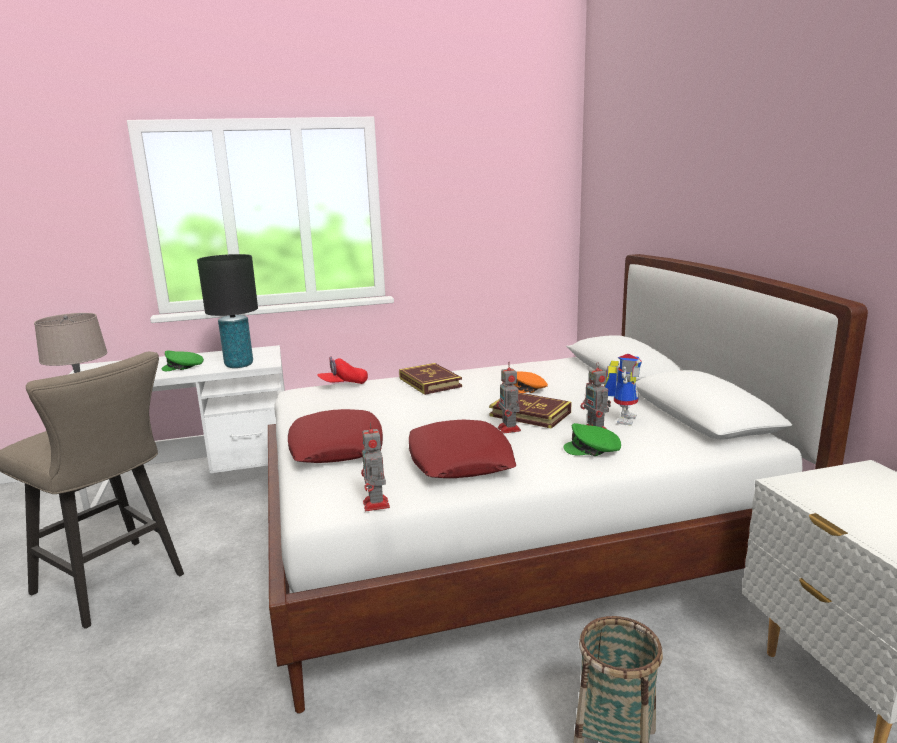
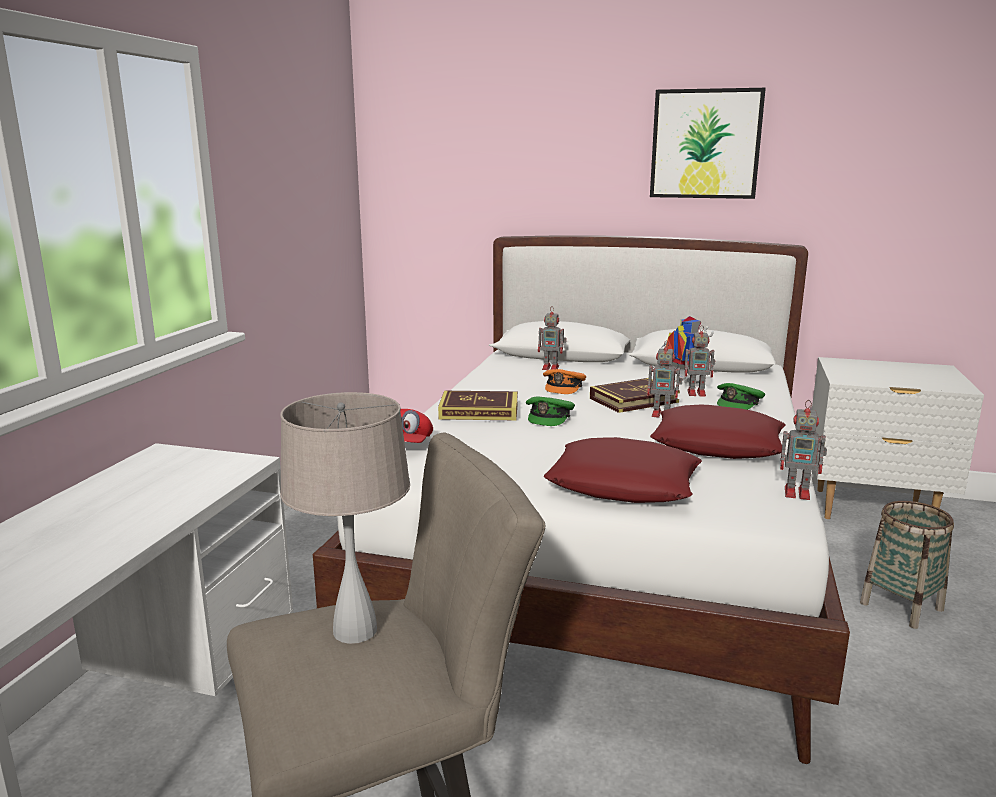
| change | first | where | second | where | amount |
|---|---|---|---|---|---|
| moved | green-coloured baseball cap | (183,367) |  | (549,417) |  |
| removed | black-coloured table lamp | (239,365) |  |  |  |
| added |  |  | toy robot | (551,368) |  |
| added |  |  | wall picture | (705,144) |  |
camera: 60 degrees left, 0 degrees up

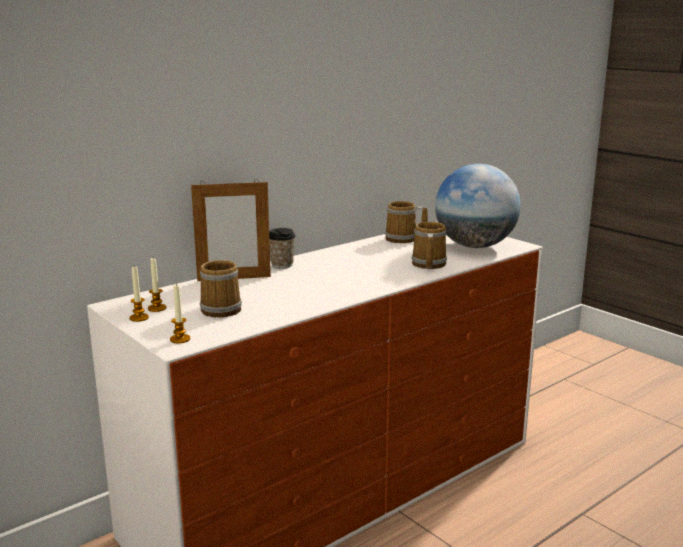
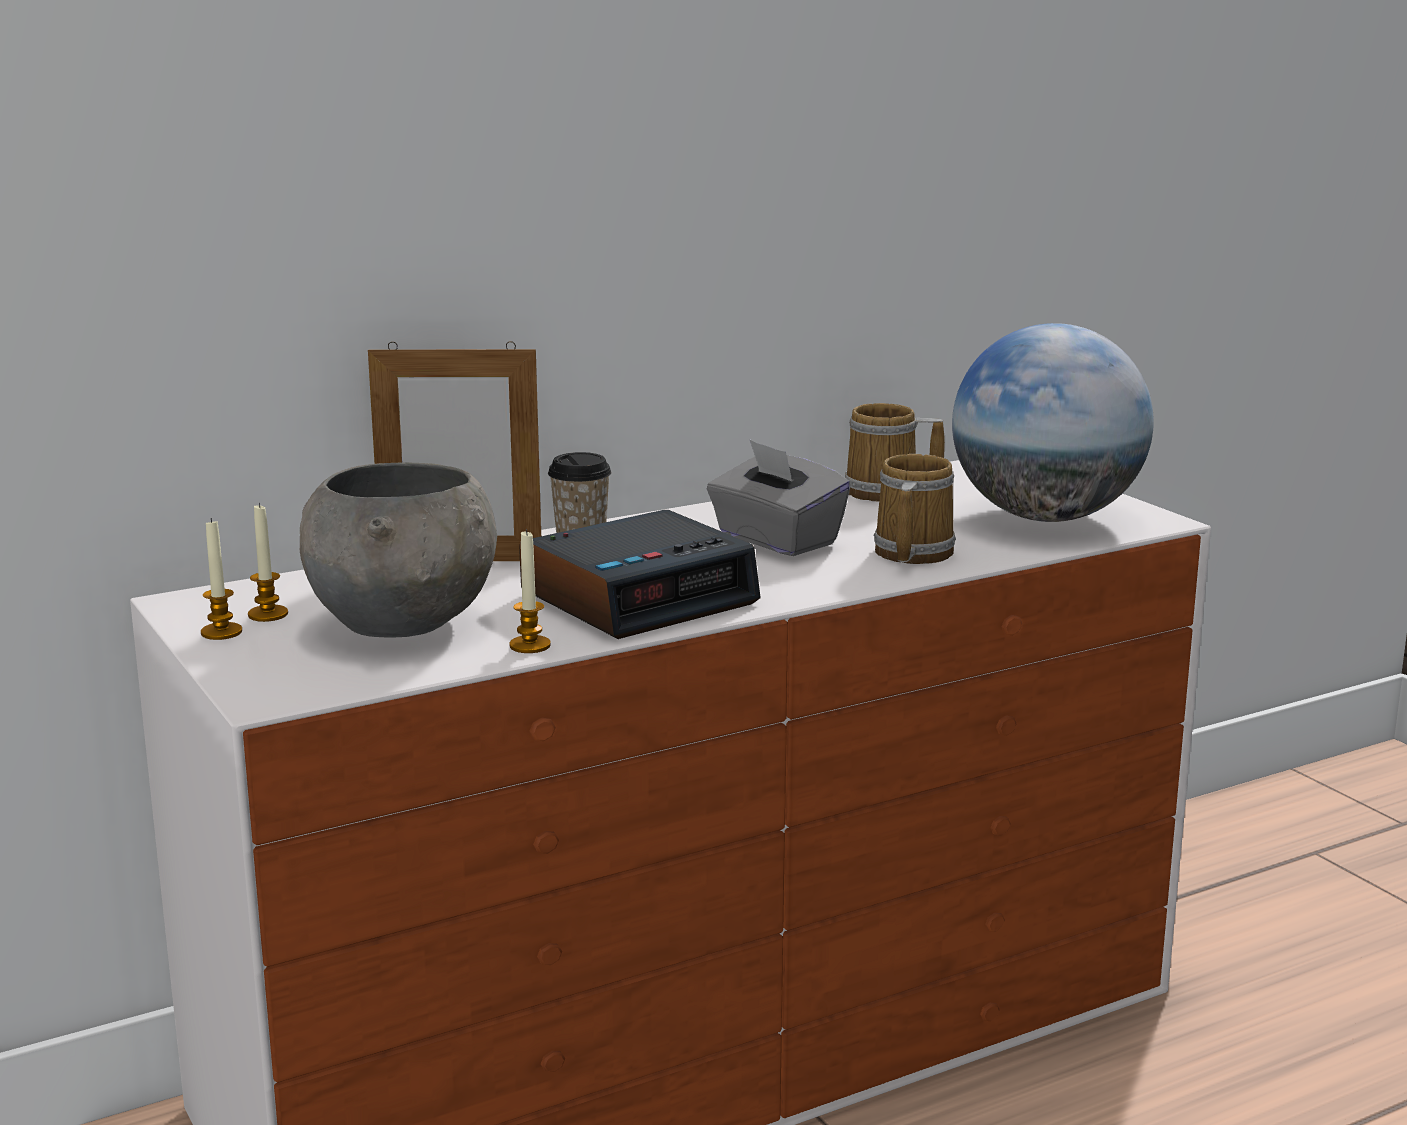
| change | first | where | second | where | amount |
|---|---|---|---|---|---|
| moved | wax light | (180,339) |  | (530,645) |  |
| replaced | mug | (223,308) | gray deep dish | (405,624) |  |
| added |  |  | table clock | (639,597) |  |
| added |  |  | gray tissue holder | (776,540) |  |
camera: 10 degrees right, 0 degrees up

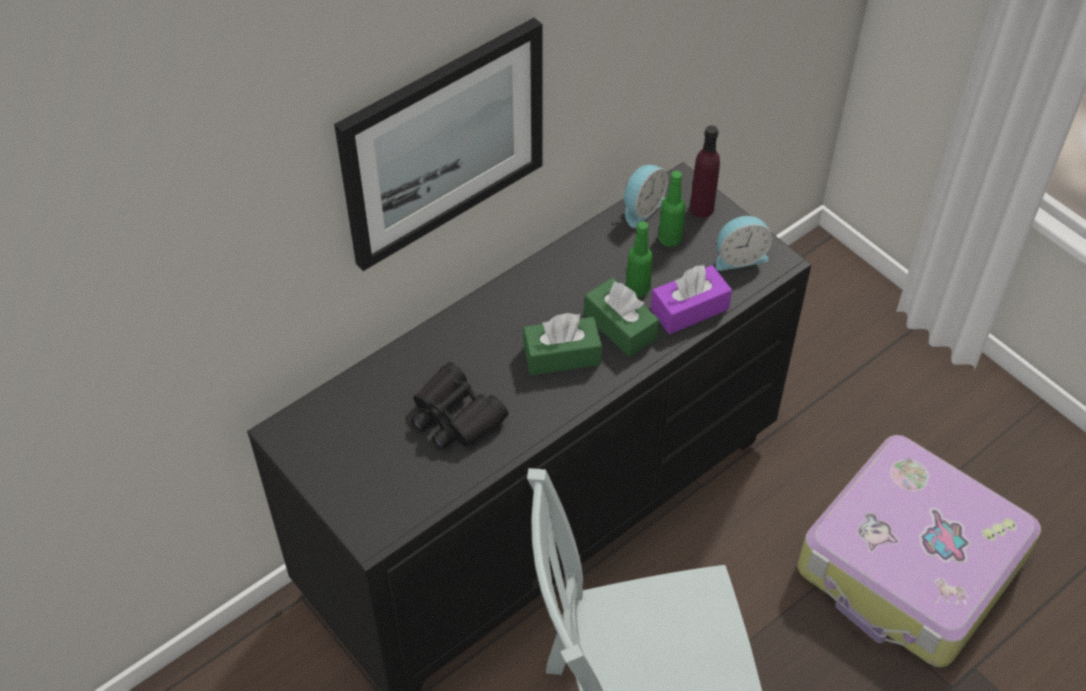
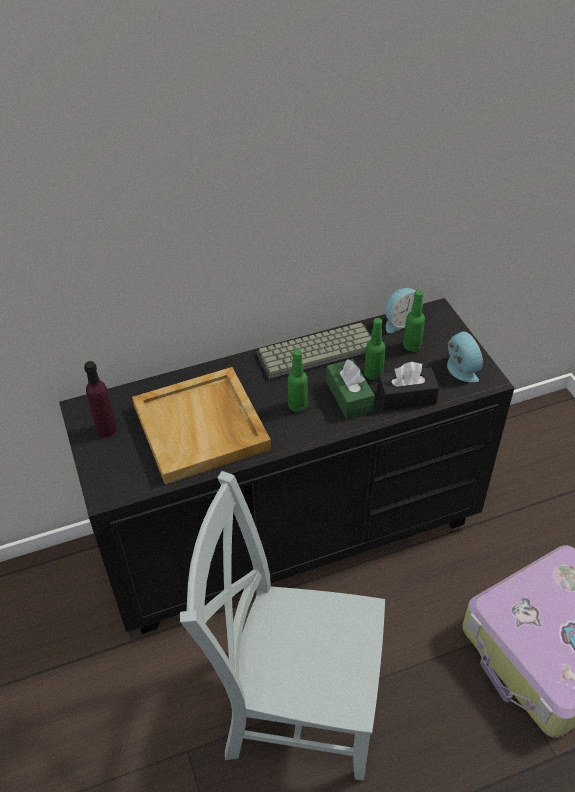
| change | first | where | second | where | amount |
|---|---|---|---|---|---|
| removed | wall picture | (443,143) |  |  |  |
| replaced | black-coloured pair of binoculars | (455,416) | sand-coloured carrying tray | (202,428) |  |
| replaced | green-coloured tissue holder | (562,355) | green-coloured bottle | (297,406) |  |
| recoloured | purple tissue holder | (689,309) | black-coloured tissue holder | (406,397) |  |
| moved | purple bottle | (701,208) |  | (106,429) |  |
| turned | table clock | (739,257) |  | (459,369) | 120 degrees counterclockwise |
| added |  |  | keyboard | (318,351) |  |
camera: 20 degrees right, 5 degrees down

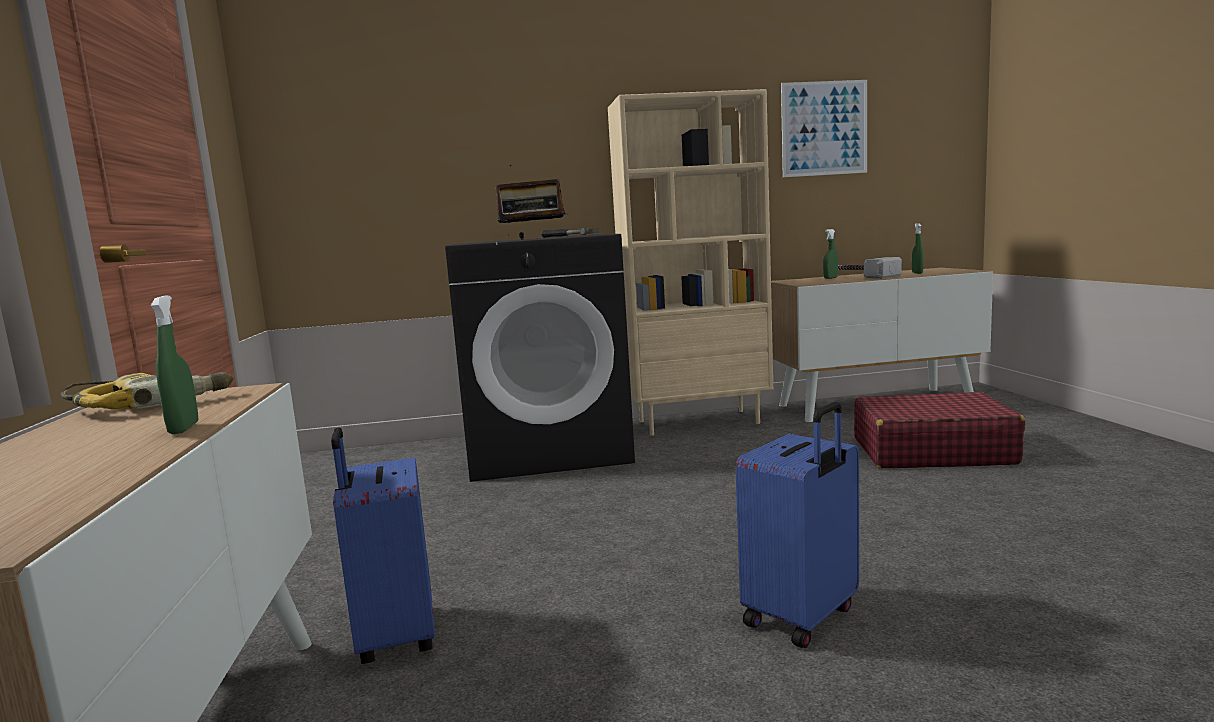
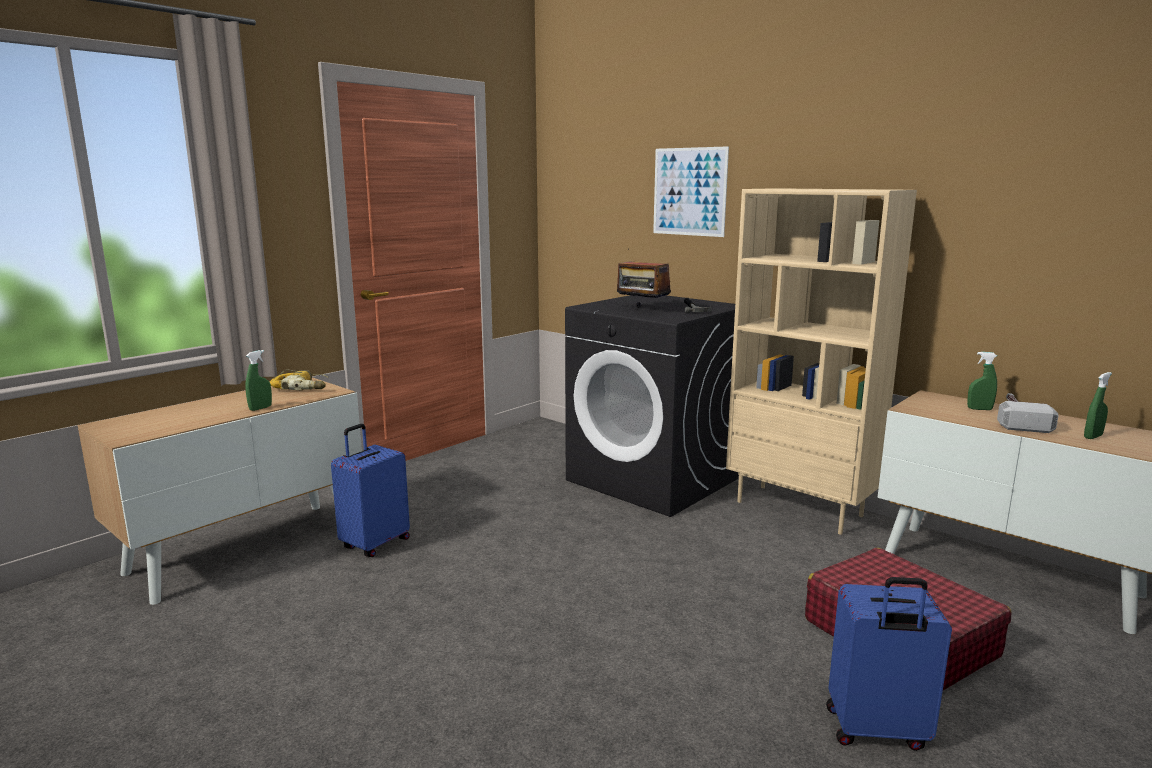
| change | first | where | second | where | amount |
|---|---|---|---|---|---|
| moved | bluish suitcase | (802,617) |  | (876,730) |  |
| moved | wall picture | (824,128) |  | (689,191) |  |
camera: 50 degrees right, 5 degrees up

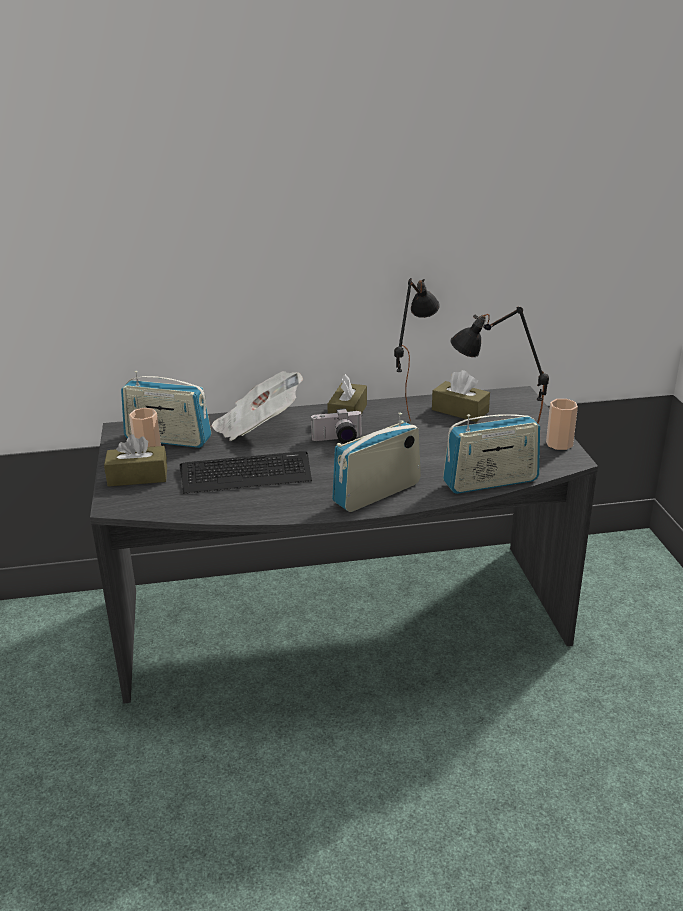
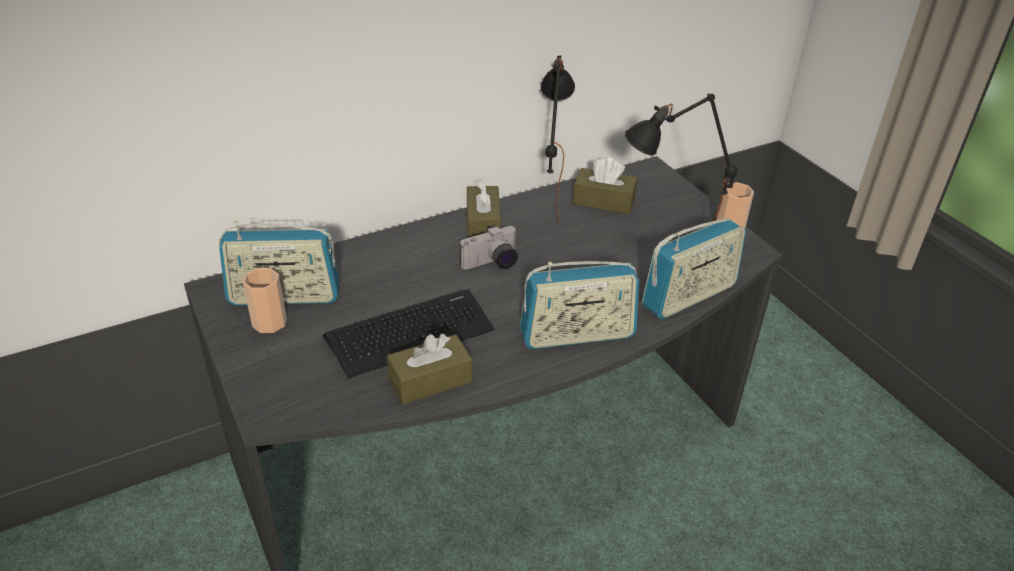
| change | first | where | second | where | amount |
|---|---|---|---|---|---|
| moved | brown-coloured tissue holder | (137,476) |  | (430,380) |  |
| removed | daily paper | (257,427) |  |  |  |
| turned | radio set | (377,493) |  | (577,335) | 135 degrees counterclockwise |
camera: 20 degrees left, 10 degrees up

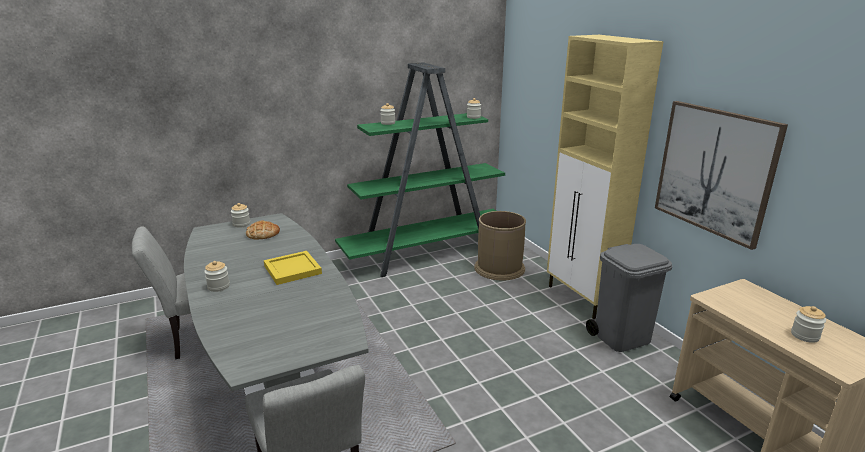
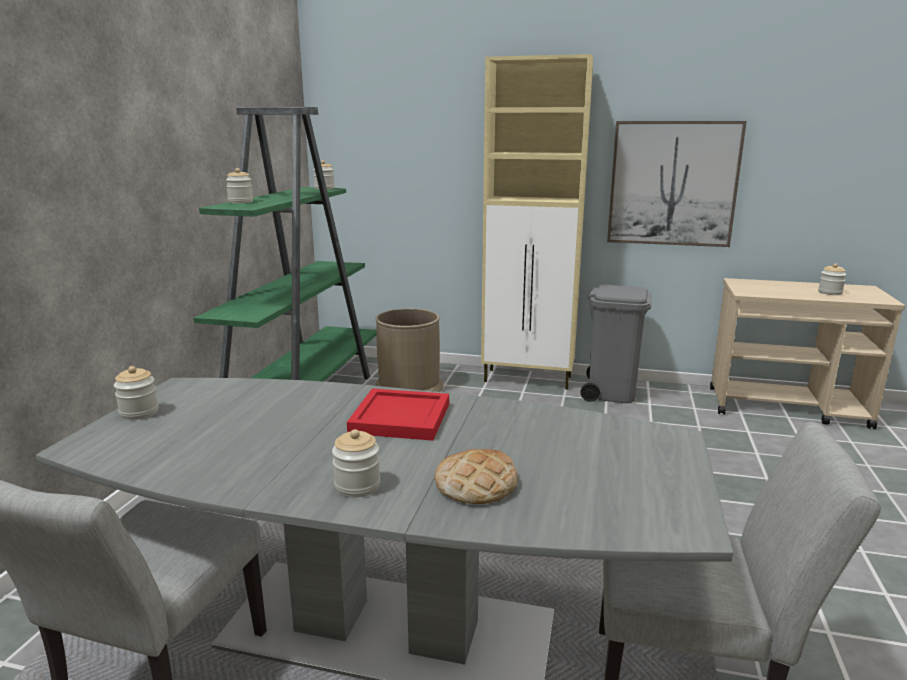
| change | first | where | second | where | amount |
|---|---|---|---|---|---|
| moved | baked bread | (263,234) |  | (476,484) |  |
| recoloured | yellow carrying tray | (291,269) | red carrying tray | (399,418) |  |
camera: 50 degrees left, 5 degrees down

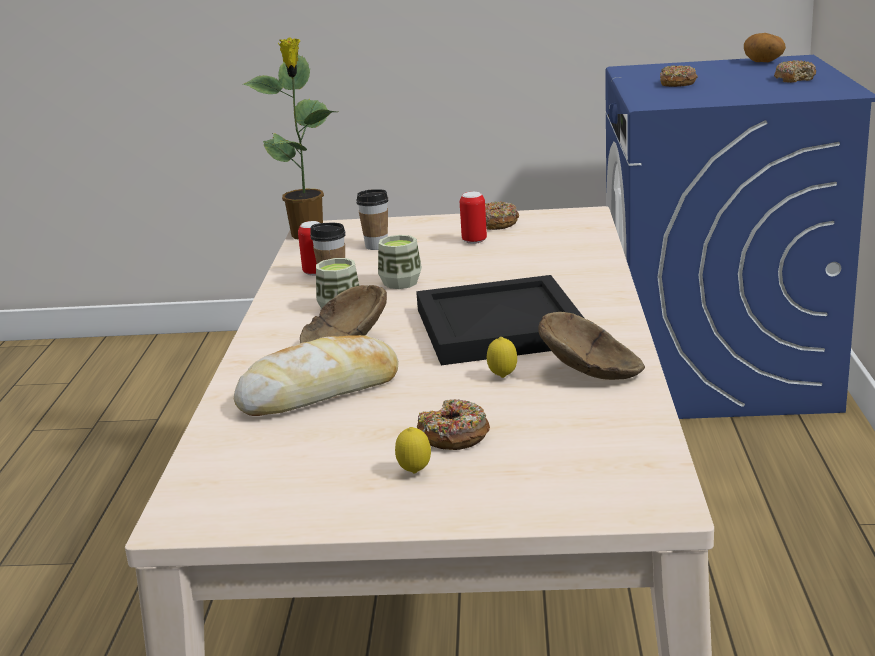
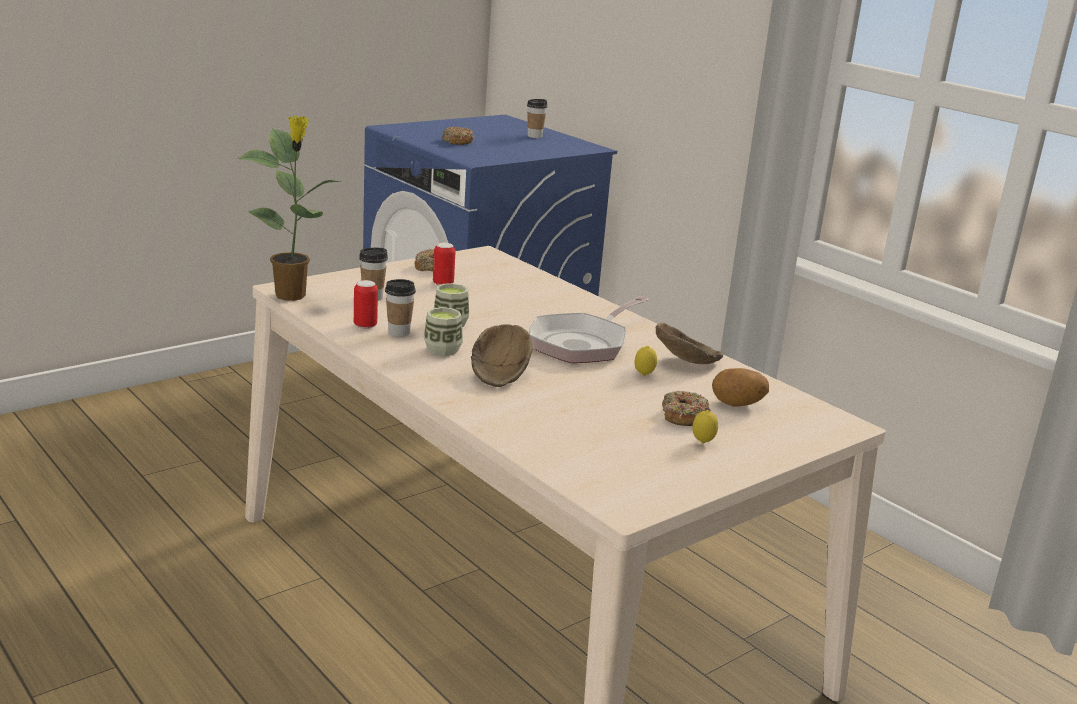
| change | first | where | second | where | amount |
|---|---|---|---|---|---|
| removed | baked bread | (320,392) |  |  |  |
| replaced | black-coloured carrying tray | (502,327) | pan | (583,343) |  |
| moved | potato | (763,62) |  | (737,405) |  |
| replaced | donut | (794,79) | cup | (534,136) |  |
camera: 45 degrees left, 0 degrees up

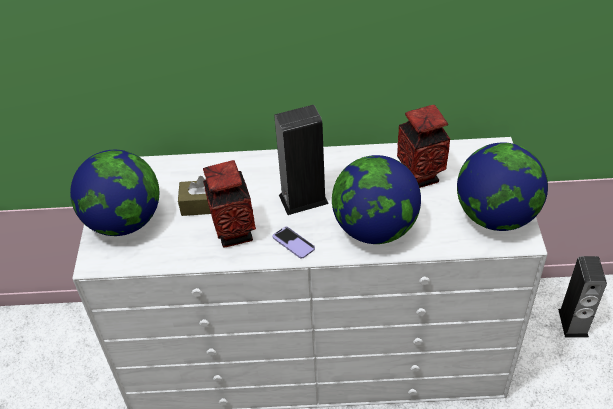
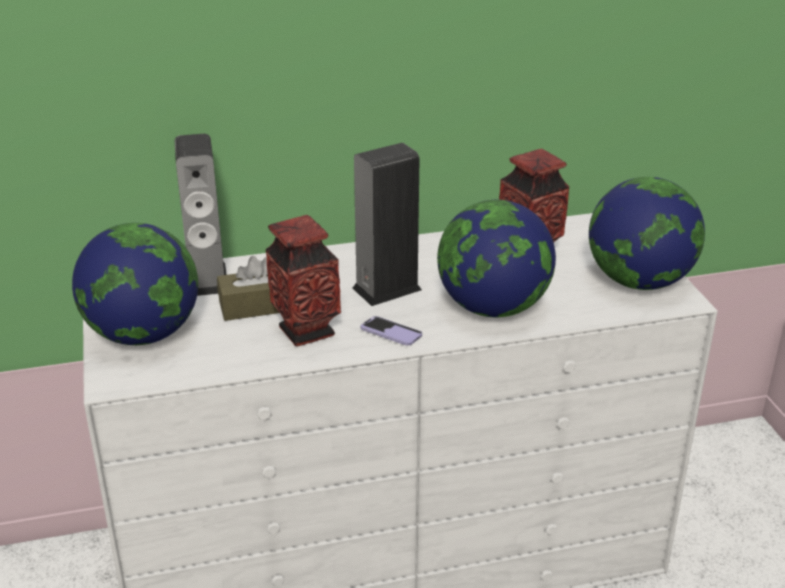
| change | first | where | second | where | amount |
|---|---|---|---|---|---|
| moved | loudspeaker | (573,322) |  | (207,279) |  |
camera: 15 degrees left, 15 degrees down

